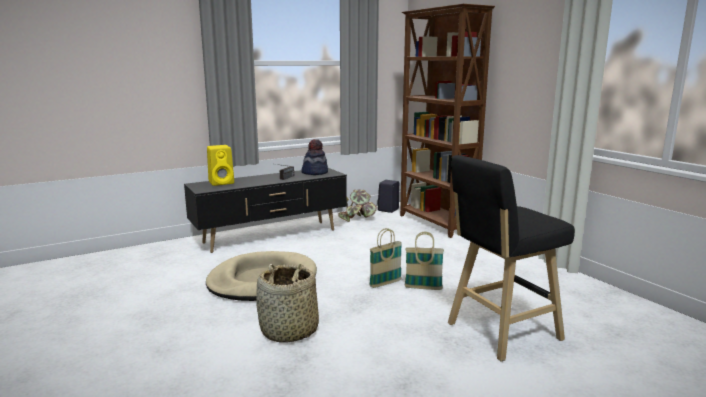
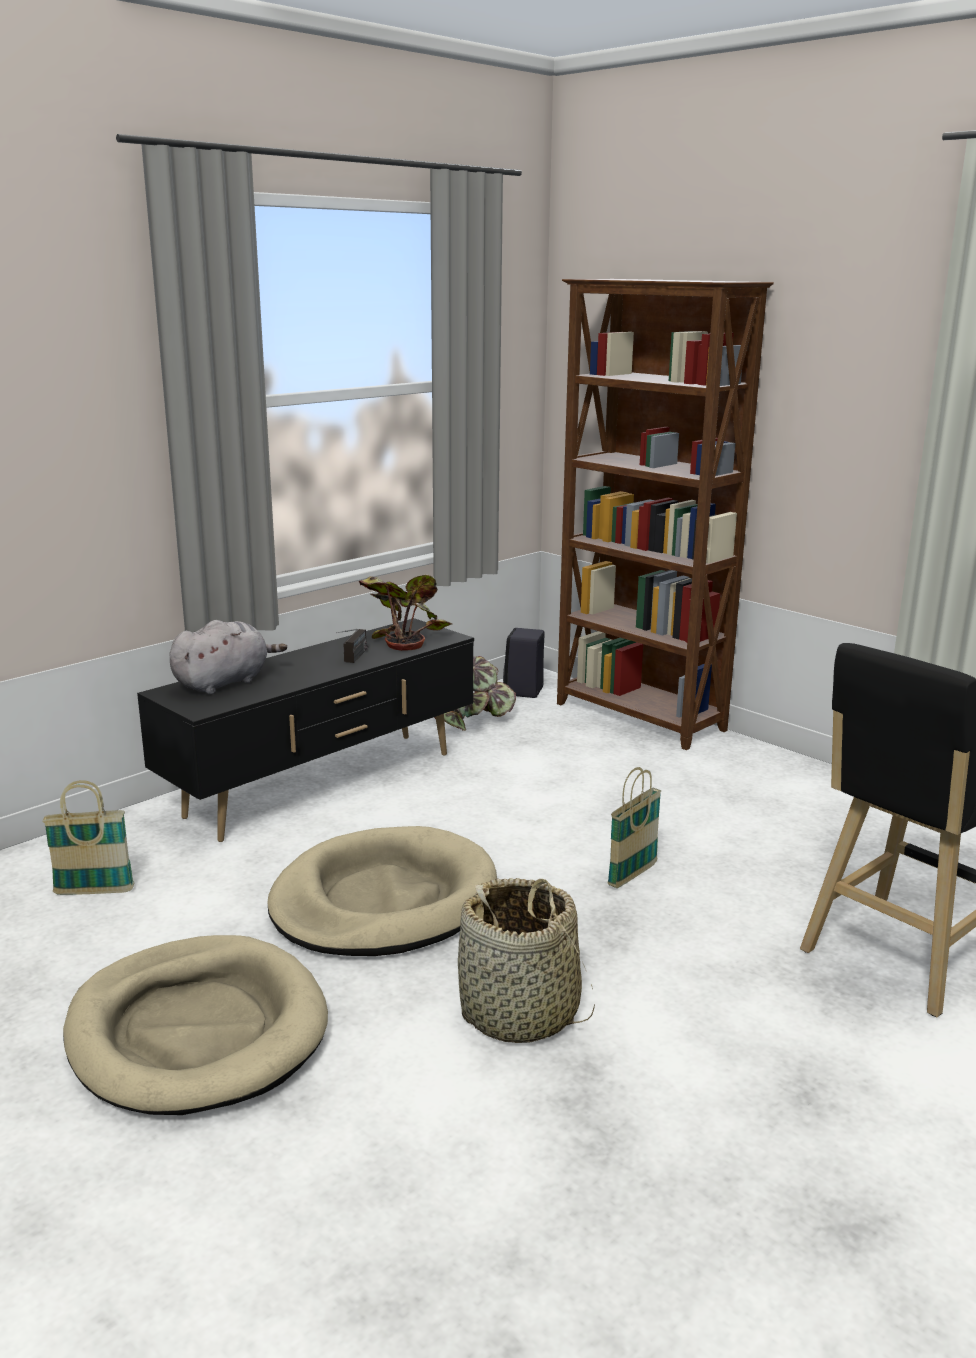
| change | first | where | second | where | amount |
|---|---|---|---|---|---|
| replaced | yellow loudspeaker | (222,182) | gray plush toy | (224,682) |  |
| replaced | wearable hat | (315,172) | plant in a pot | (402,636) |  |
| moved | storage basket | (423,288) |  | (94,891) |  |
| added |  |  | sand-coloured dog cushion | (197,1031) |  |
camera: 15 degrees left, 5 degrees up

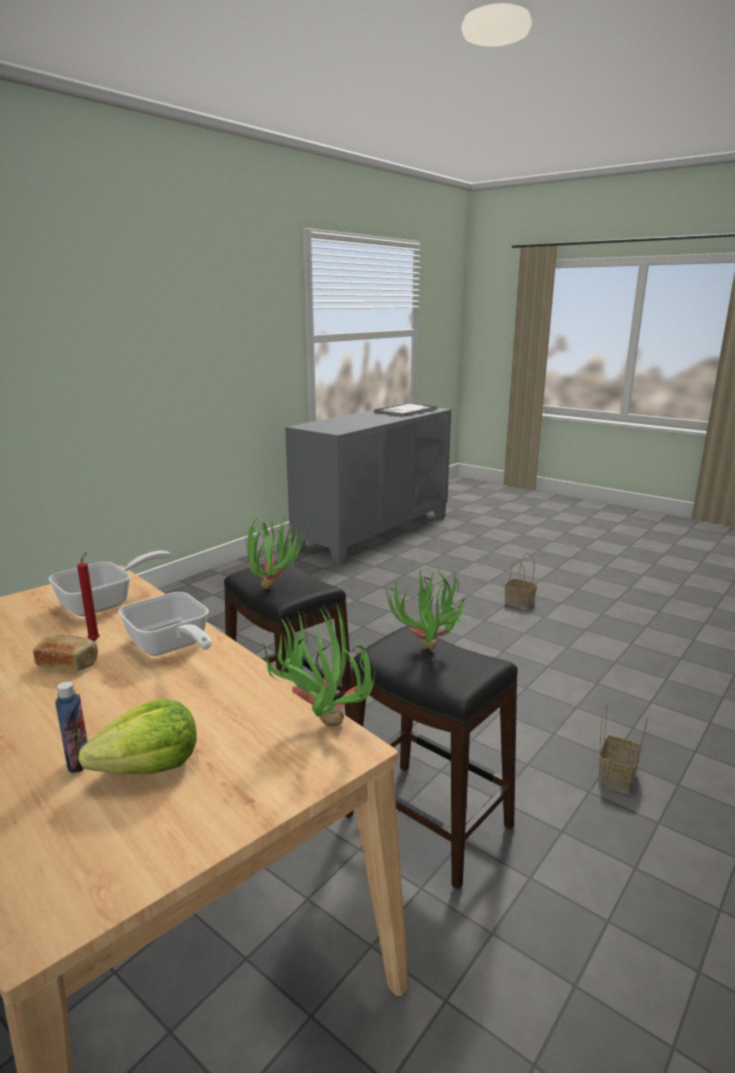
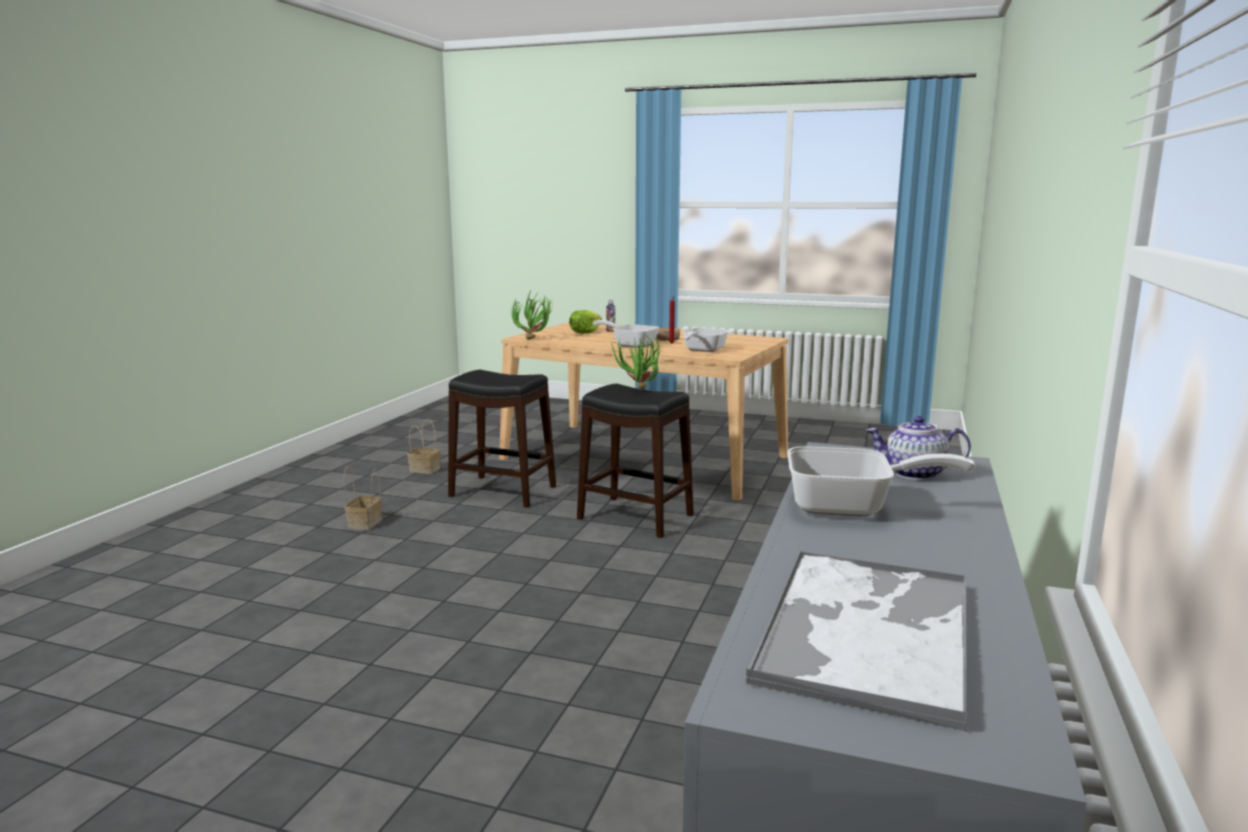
| change | first | where | second | where | amount |
|---|---|---|---|---|---|
| removed | plant in a pot | (428,653) |  |  |  |
| moved | storage basket | (520,602) |  | (423,470) |  |
| added |  |  | pan | (852,507) |  |
| added |  |  | tea pot | (914,474) |  |
camera: 160 degrees right, 5 degrees down

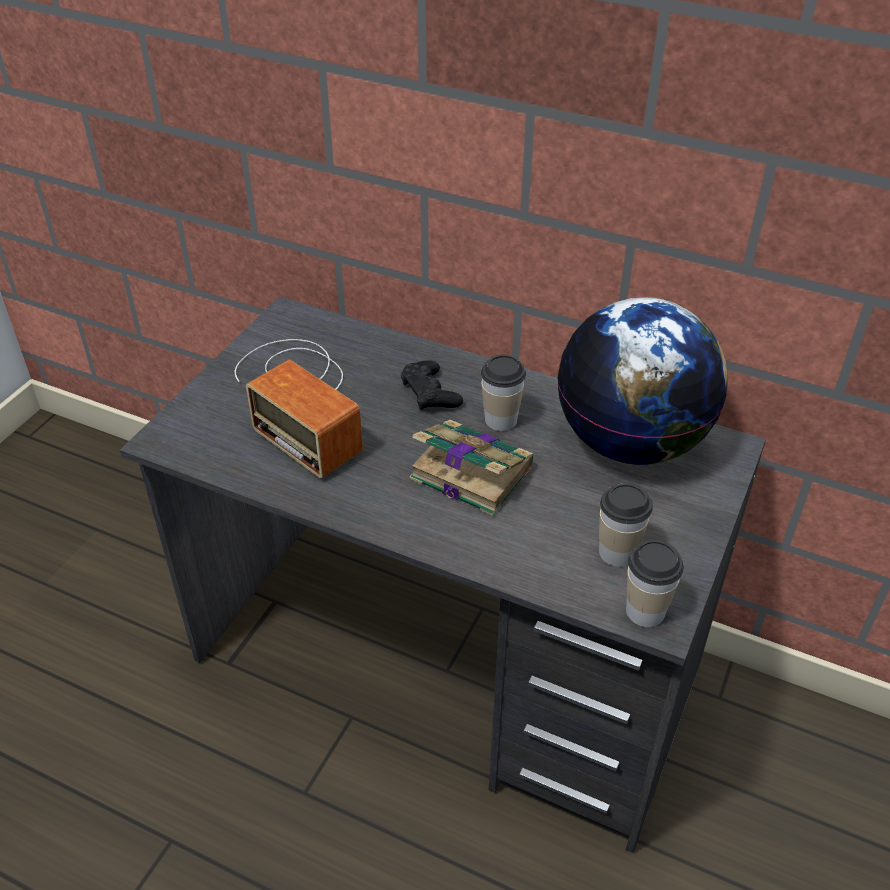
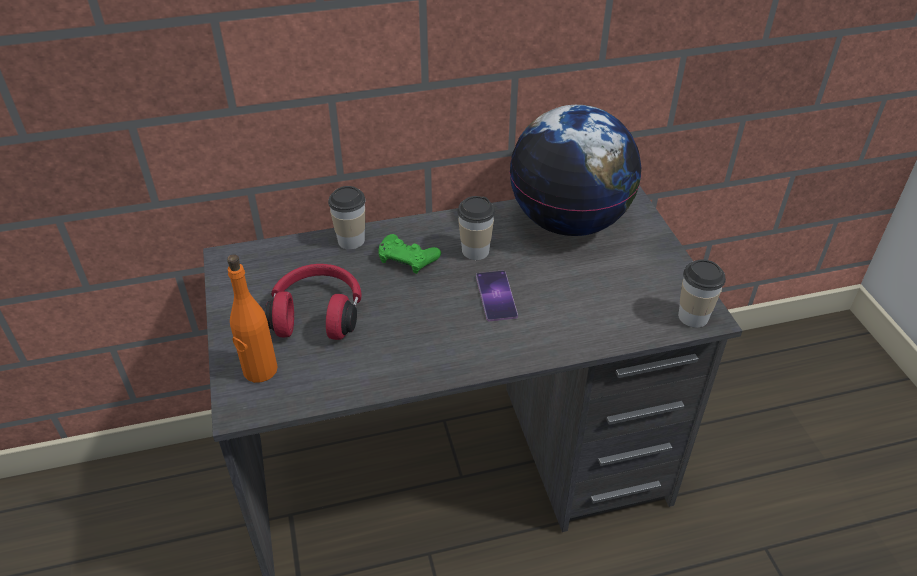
| change | first | where | second | where | amount |
|---|---|---|---|---|---|
| replaced | radio set | (301,399) | red pair of headphones | (318,314) |  |
| recoloured | black-coloured gamepad | (430,393) | green-coloured gamepad | (407,259) |  |
| replaced | book | (468,471) | telephone | (496,296) |  |
| moved | cup | (617,552) |  | (351,240) |  |
| added |  |  | orangey bottle | (259,370) |  |
camera: 40 degrees left, 0 degrees up

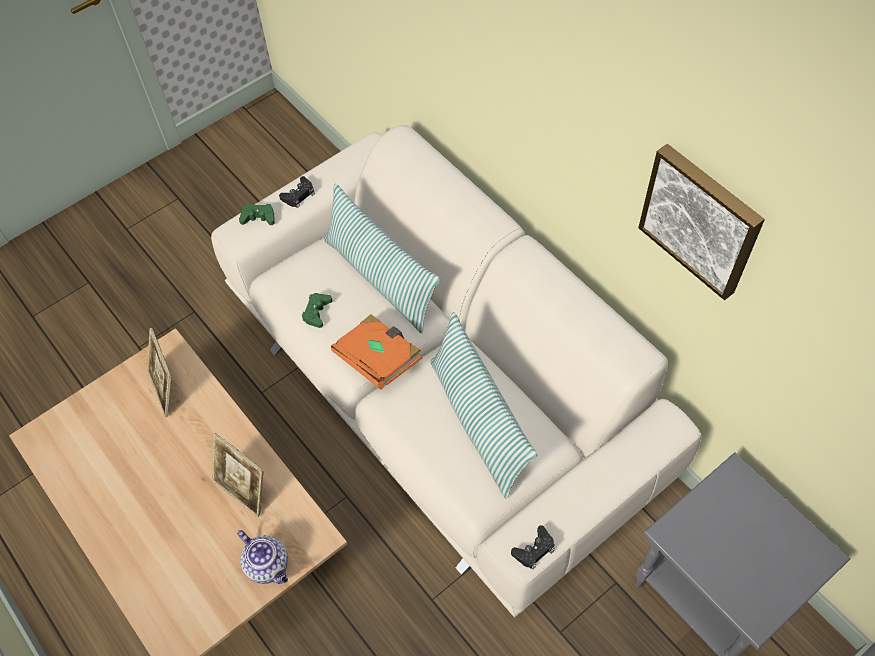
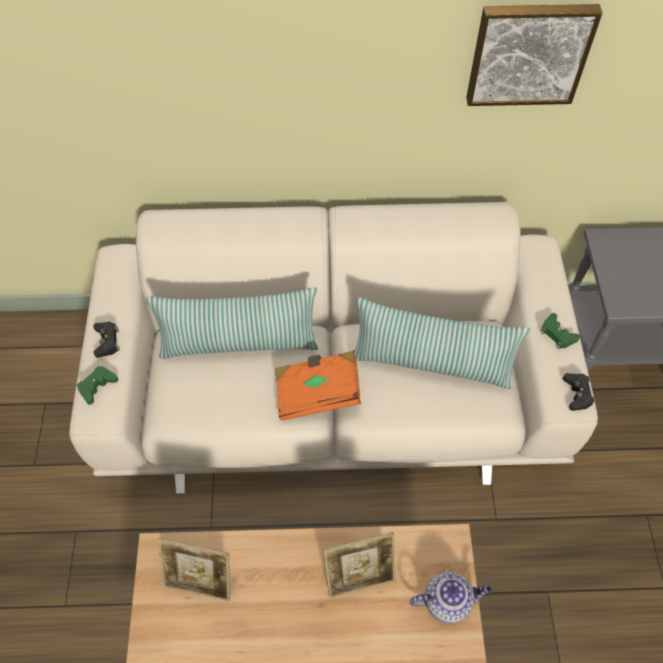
| change | first | where | second | where | amount |
|---|---|---|---|---|---|
| moved | green-coloured gamepad | (317,312) |  | (557,334) |  |
camera: 55 degrees left, 0 degrees up

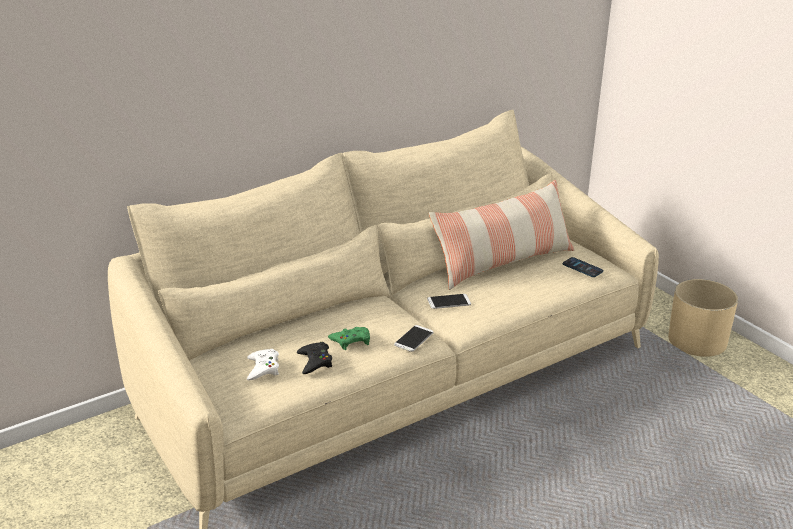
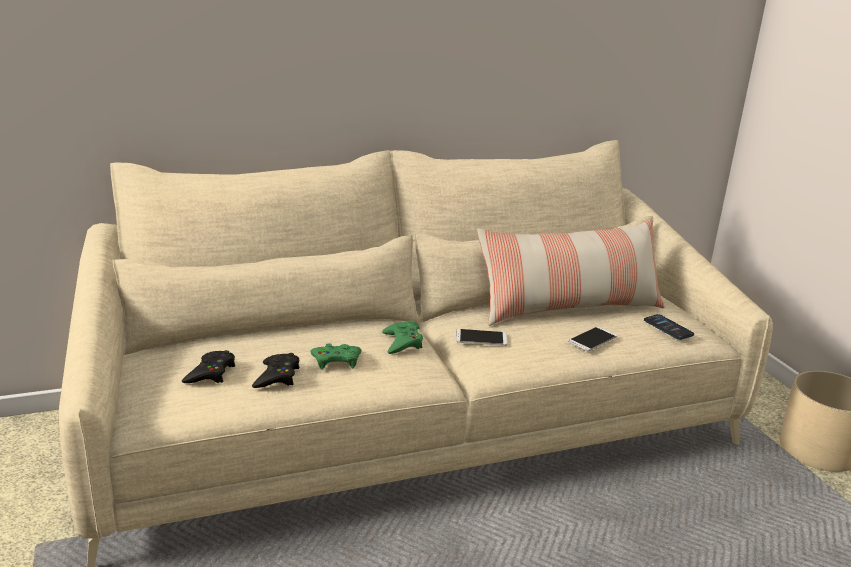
| change | first | where | second | where | amount |
|---|---|---|---|---|---|
| recoloured | white-coloured gamepad | (263,368) | black-coloured gamepad | (211,373) |  |
| moved | telephone | (414,339) |  | (592,339) |  |
| added |  |  | green-coloured gamepad | (402,342) |  |
camera: 15 degrees right, 5 degrees down

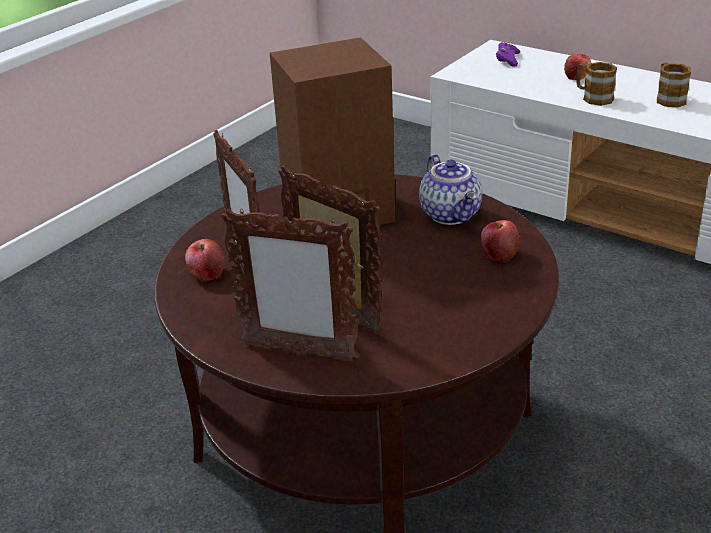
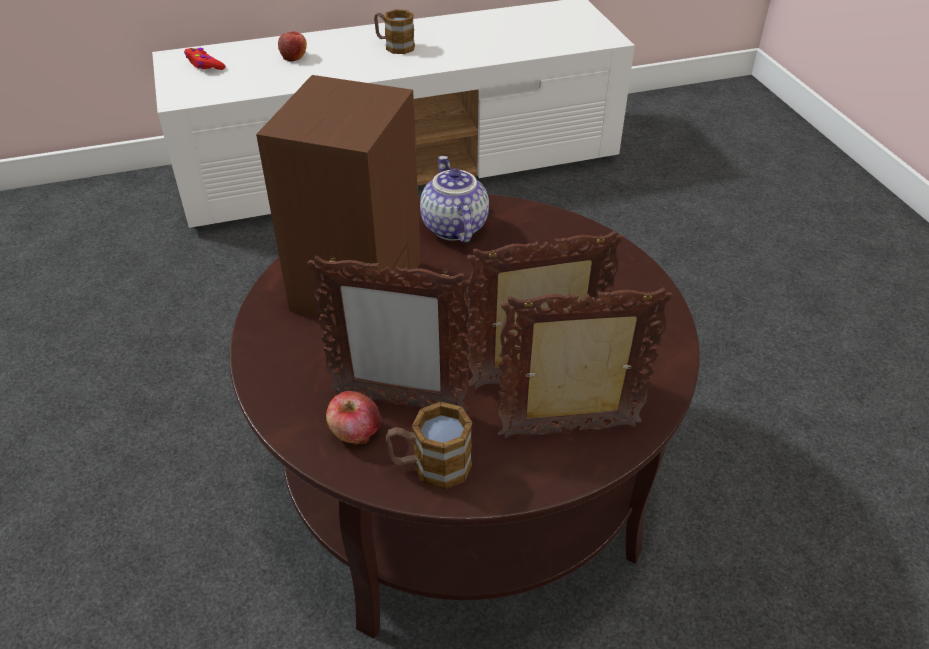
| change | first | where | second | where | amount |
|---|---|---|---|---|---|
| turned | photo frame | (298,351) |  | (570,432) | 150 degrees counterclockwise |
| turned | tea pot | (452,215) |  | (452,227) | 120 degrees counterclockwise |
| removed | apple fruit | (499,254) |  |  |  |
| recoloured | purple gamepad | (507,59) | red gamepad | (204,65) |  |
| moved | mug | (593,97) |  | (430,466) |  |
camera: 55 degrees left, 10 degrees up

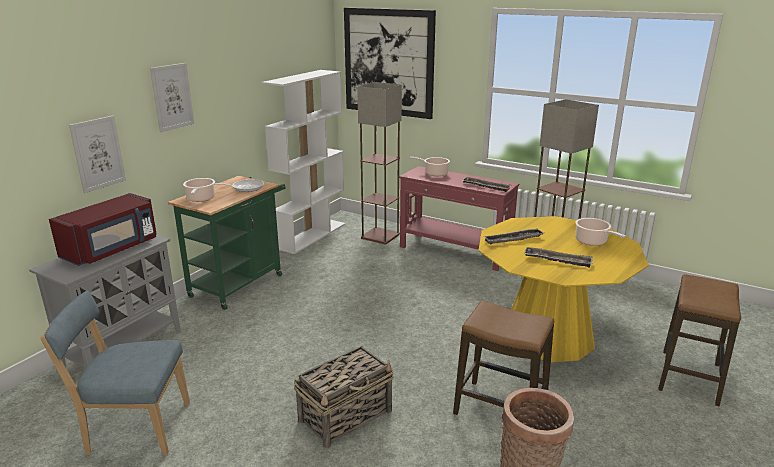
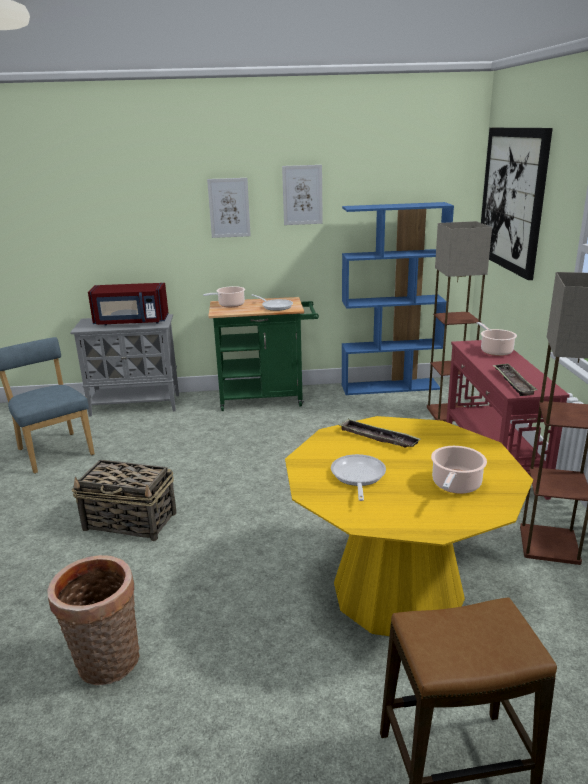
| change | first | where | second | where | amount |
|---|---|---|---|---|---|
| moved | wall picture | (98,153) |  | (302,195) |  |
| recoloured | white-coloured shelving unit | (311,235) | bluish shelving unit | (390,387) |  |
| removed | stool | (500,409) |  |  |  |
| replaced | carrying tray | (557,260) | pan | (357,477) |  |
camera: 55 degrees right, 0 degrees up

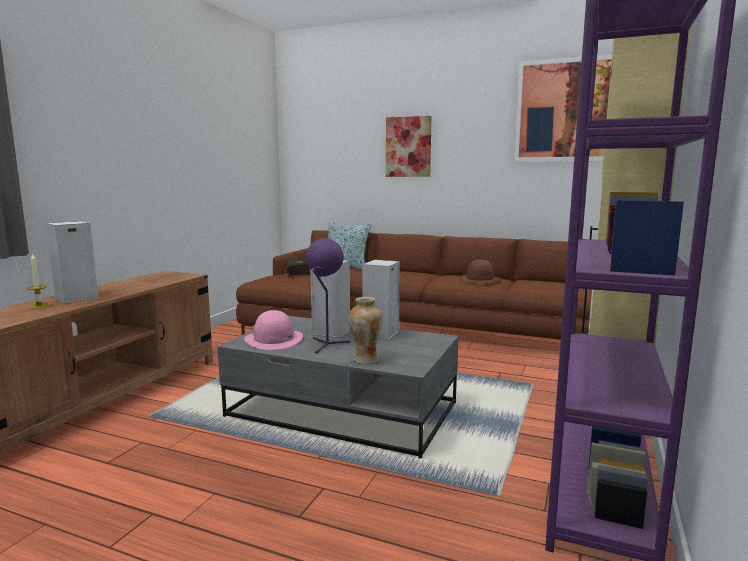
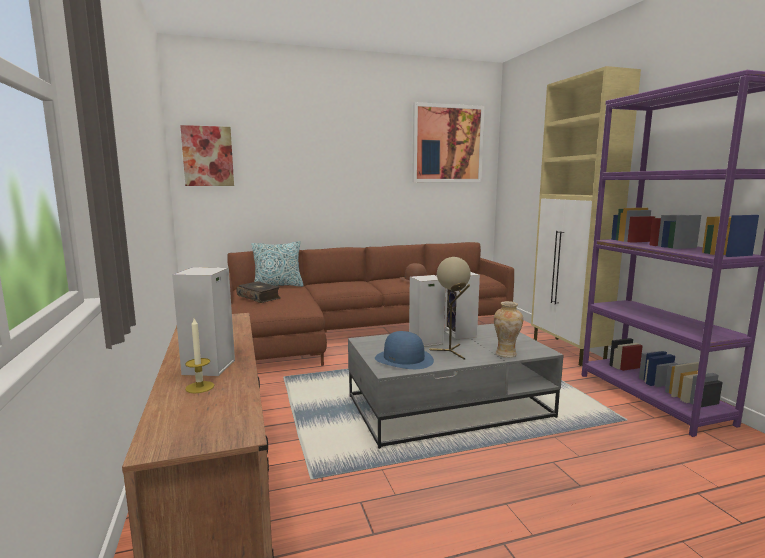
| change | first | where | second | where | amount |
|---|---|---|---|---|---|
| recoloured | pink-coloured wearable hat | (274,339) | bluish wearable hat | (404,359) |  |
| recoloured | purple table lamp | (326,345) | sand-coloured table lamp | (451,352) |  |
| moved | wall picture | (408,147) |  | (208,156) |  |
camera: 40 degrees left, 0 degrees up

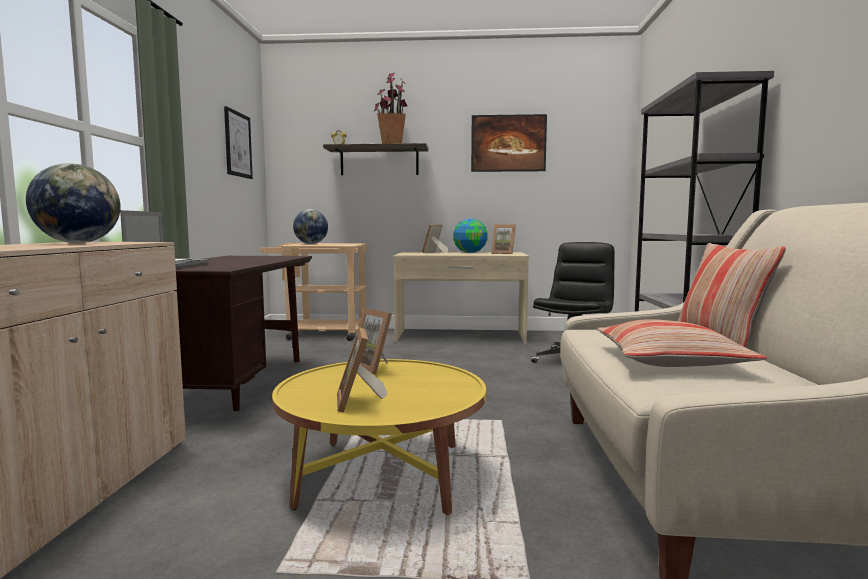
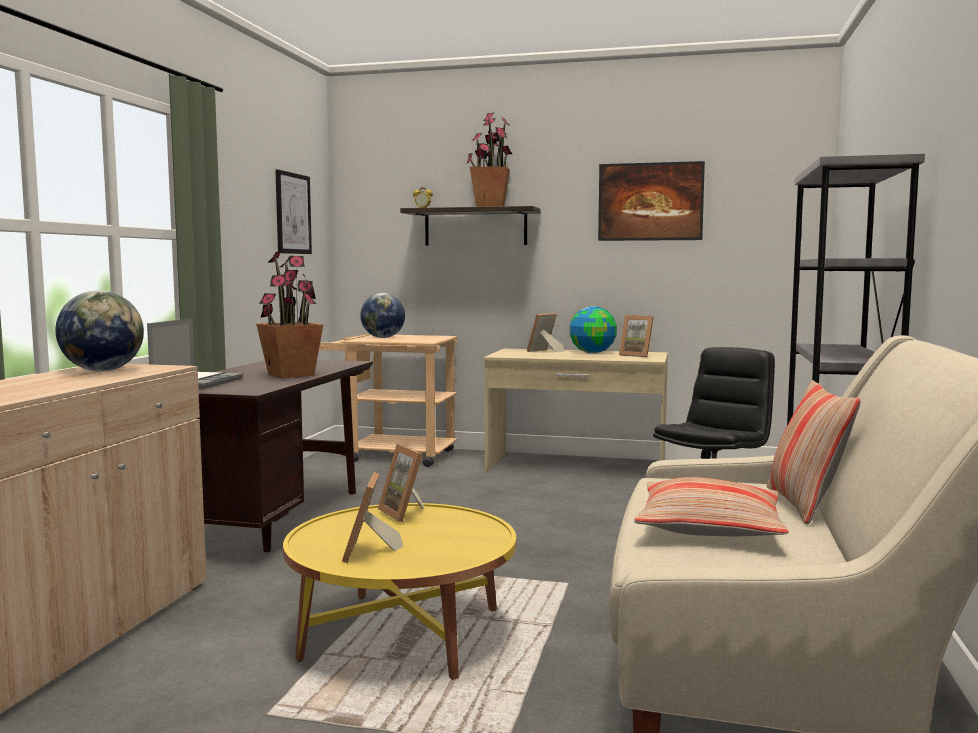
| change | first | where | second | where | amount |
|---|---|---|---|---|---|
| added |  |  | plant in a pot | (291,375) |  |
camera: 10 degrees right, 0 degrees up

